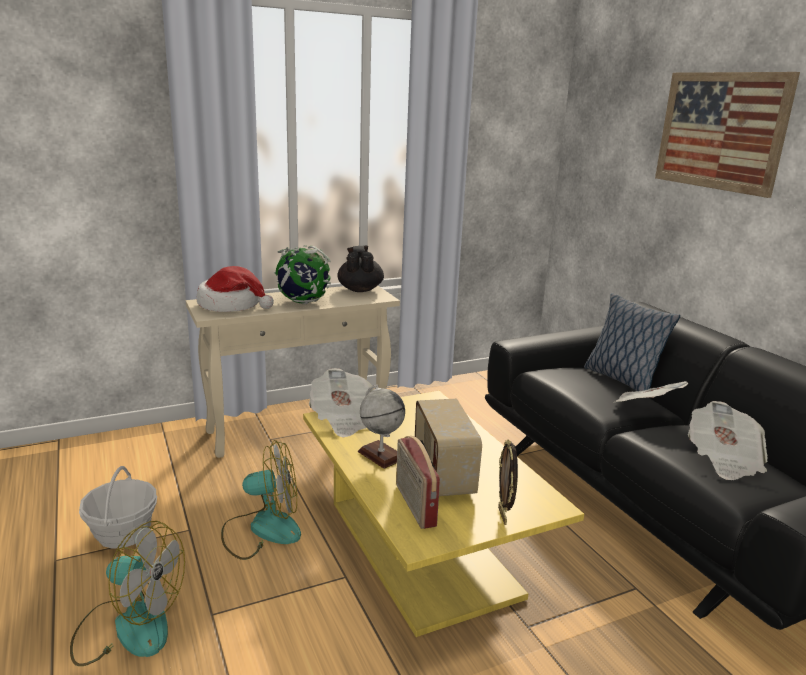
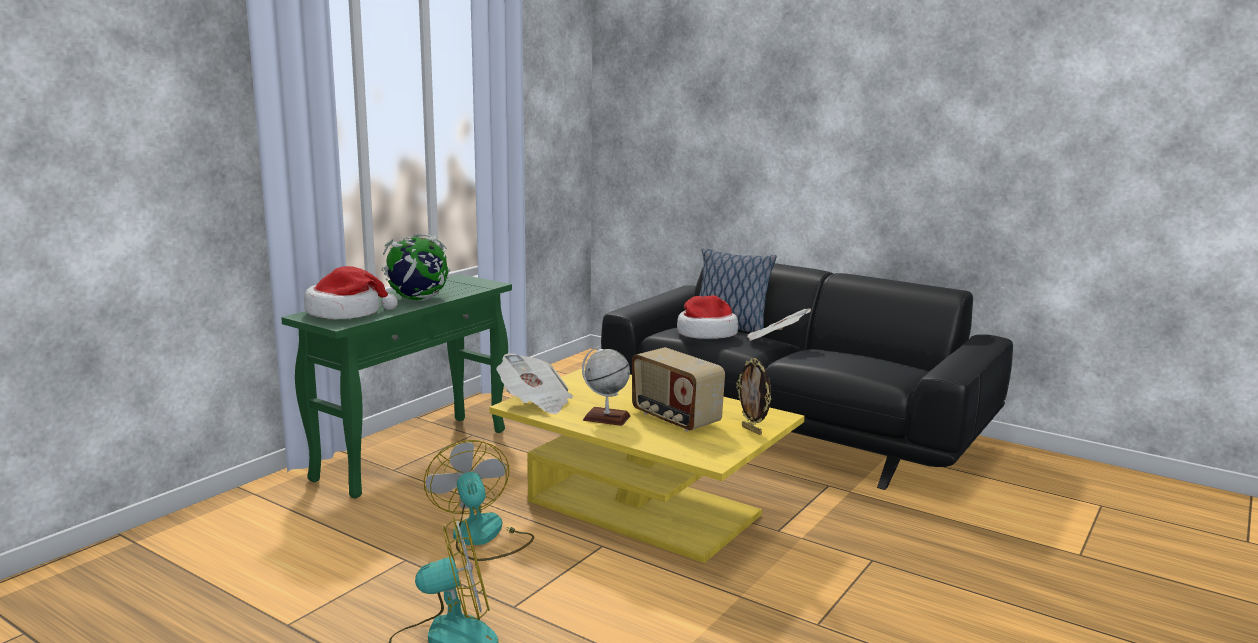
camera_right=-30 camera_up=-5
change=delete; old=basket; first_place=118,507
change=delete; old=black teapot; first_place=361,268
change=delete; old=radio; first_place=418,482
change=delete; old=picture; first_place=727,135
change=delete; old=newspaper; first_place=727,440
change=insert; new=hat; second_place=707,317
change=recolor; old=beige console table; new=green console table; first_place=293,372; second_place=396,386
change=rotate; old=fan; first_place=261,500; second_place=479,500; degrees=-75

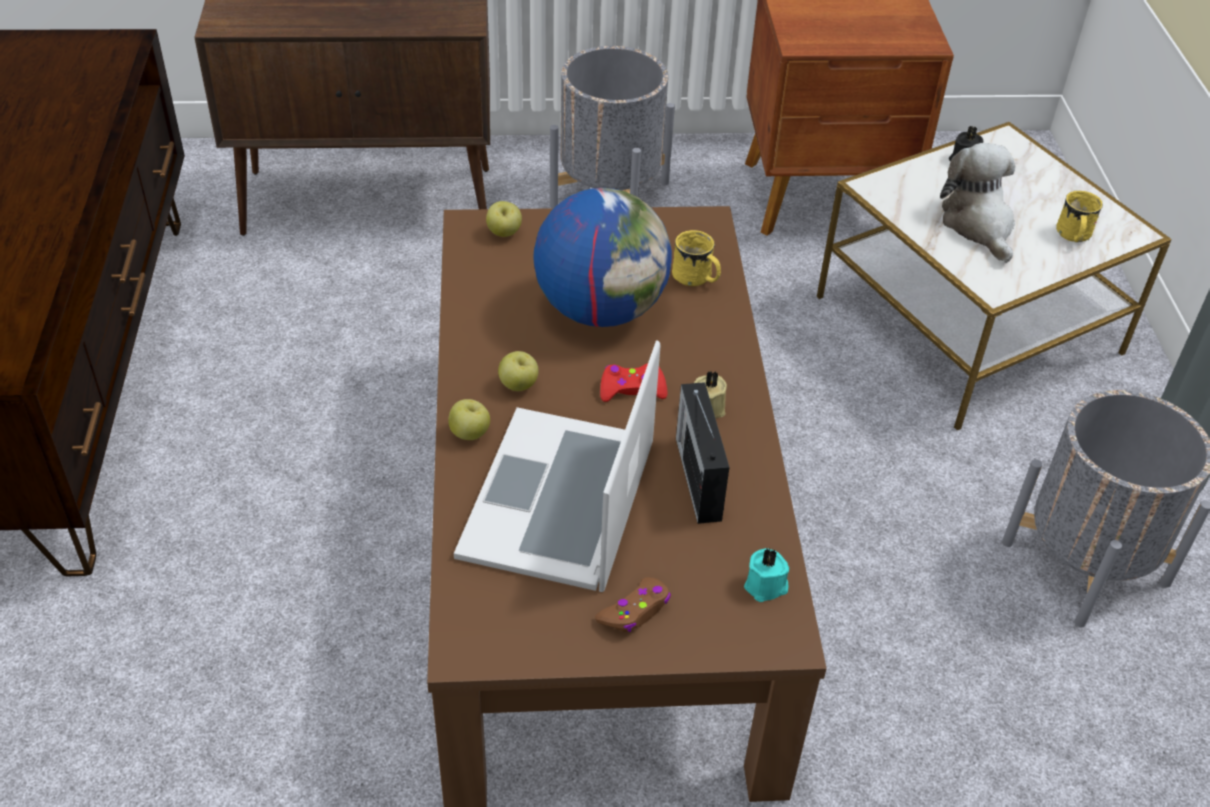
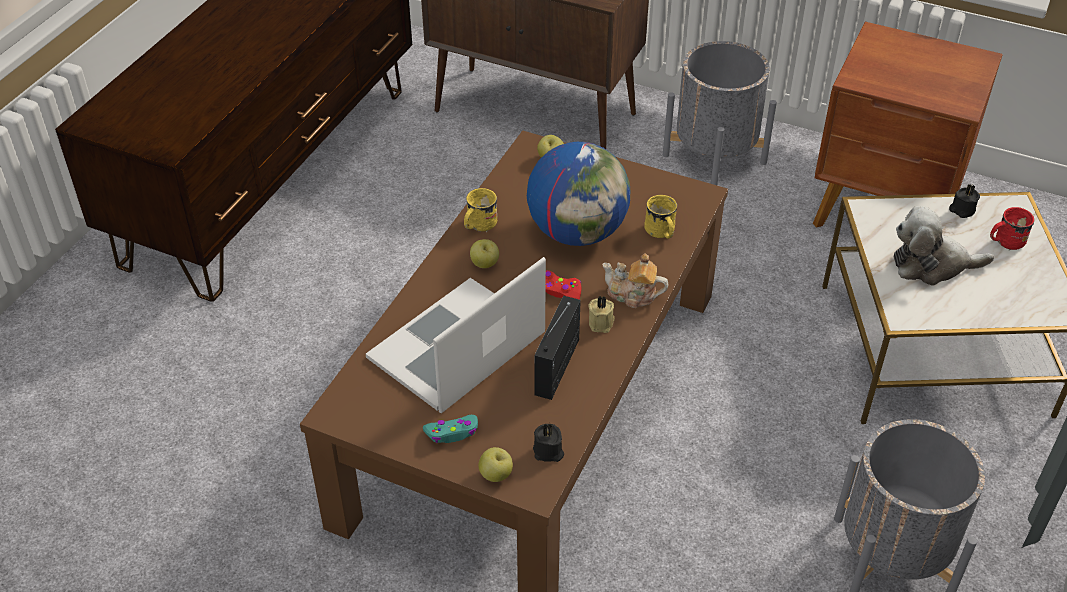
camera_right=30 camera_up=0
change=insert; new=teapot; second_place=635,280
change=insert; new=red mug; second_place=1012,228
change=move; old=apple; first_place=469,419; second_place=496,464
change=move; old=yellow mug; first_place=1079,216; second_place=480,210
change=recolor; old=brown game controller; new=turquoise game controller; first_place=633,604; second_place=450,429
change=recolor; old=turquoise candle; new=black candle; first_place=766,575; second_place=548,442
change=rotate; old=plush toy; first_place=977,203; second_place=944,246; degrees=-105

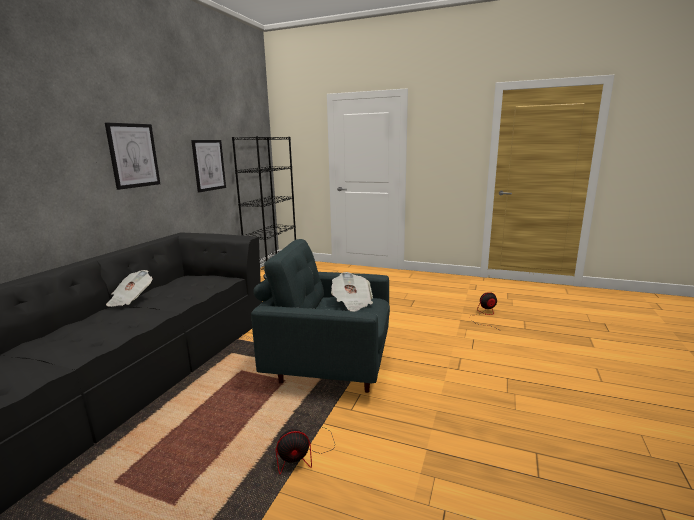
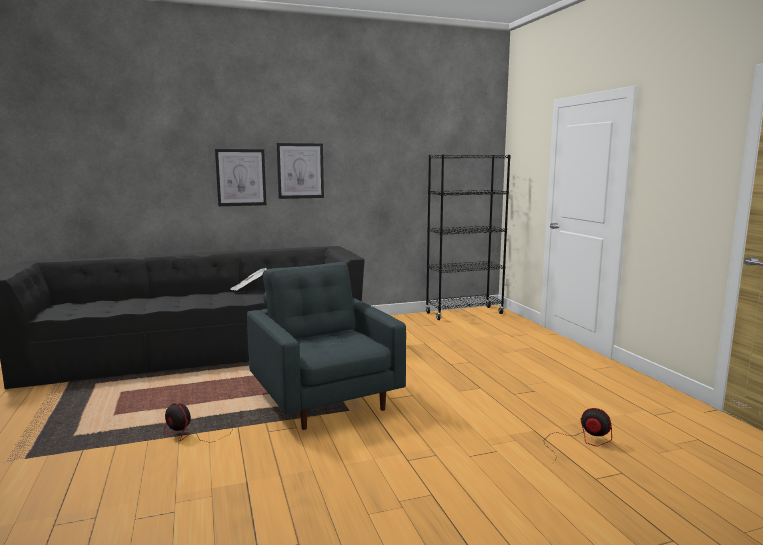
camera_right=50 camera_up=-5
change=delete; old=newspaper; first_place=352,291
change=move; old=picture; first_place=208,166; second_place=241,177

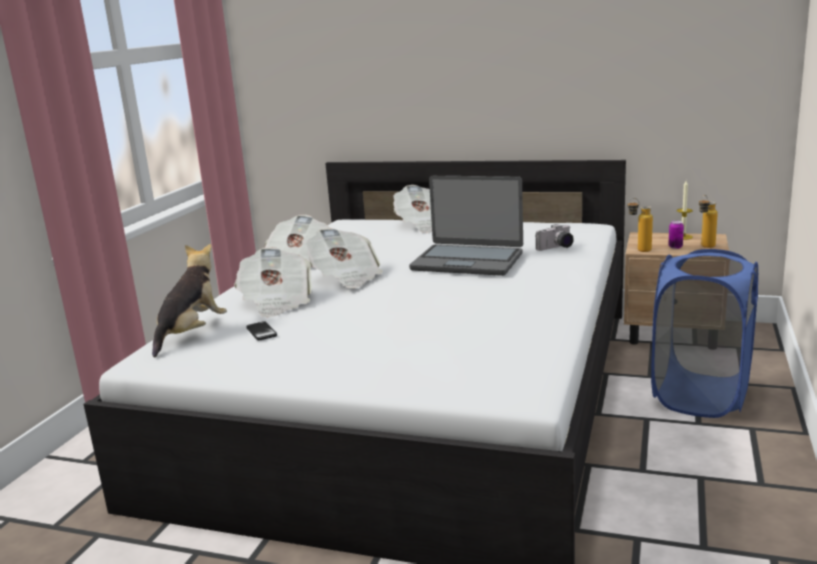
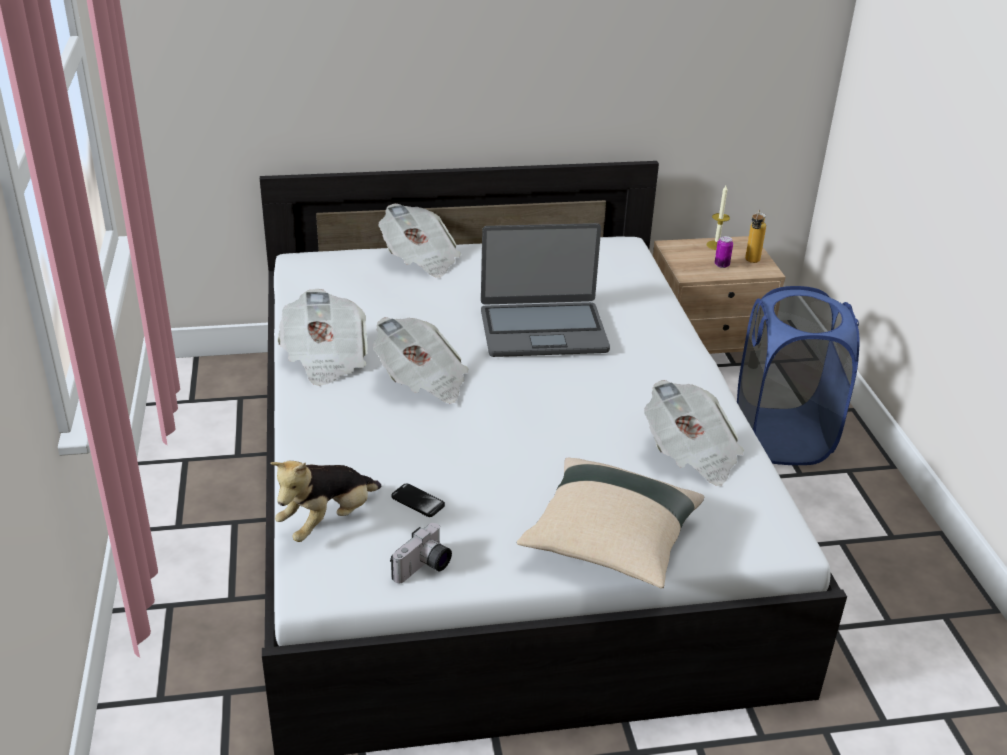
camera_right=-30 camera_up=15
change=delete; old=bottle; first_place=640,225
change=insert; new=beige pillow; second_place=610,523
change=move; old=newspaper; first_place=273,282; second_place=694,433
change=move; old=photo camera; first_place=554,237; second_place=421,553
change=rotate; old=plush toy; first_place=189,300; second_place=325,501; degrees=-135

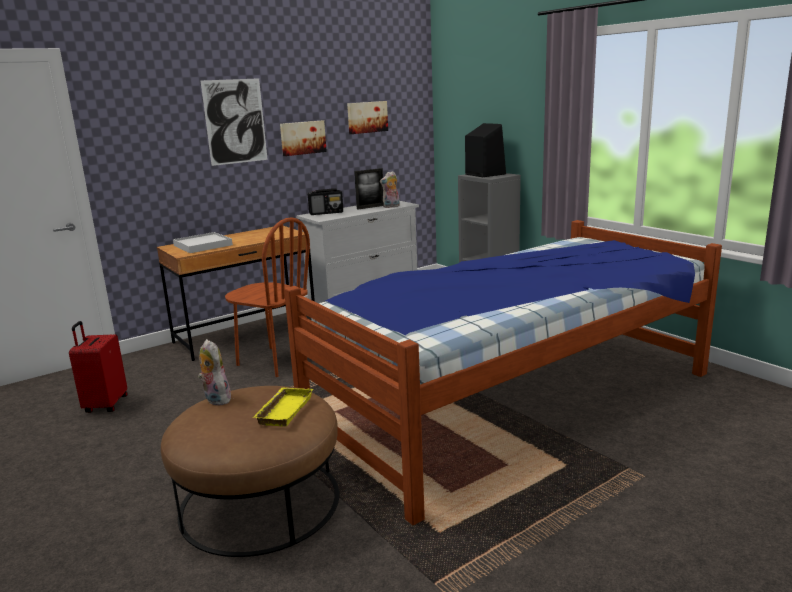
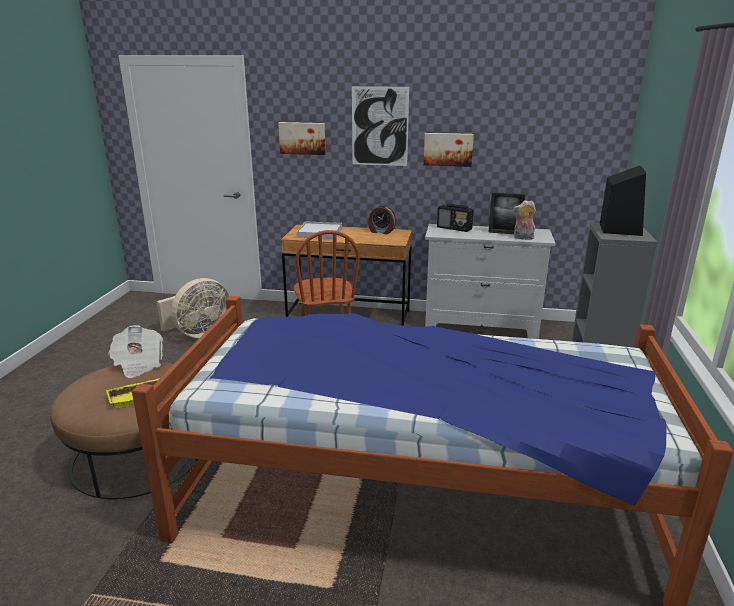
camera_right=45 camera_up=5
change=insert; new=alarm clock; second_place=382,219
change=move; old=picture; first_place=367,117; second_place=301,138
change=replace; old=red suitcase; new=beige fan; first_place=98,367; second_place=193,308
change=replace; old=plush toy; new=newspaper; first_place=216,372; second_place=135,351

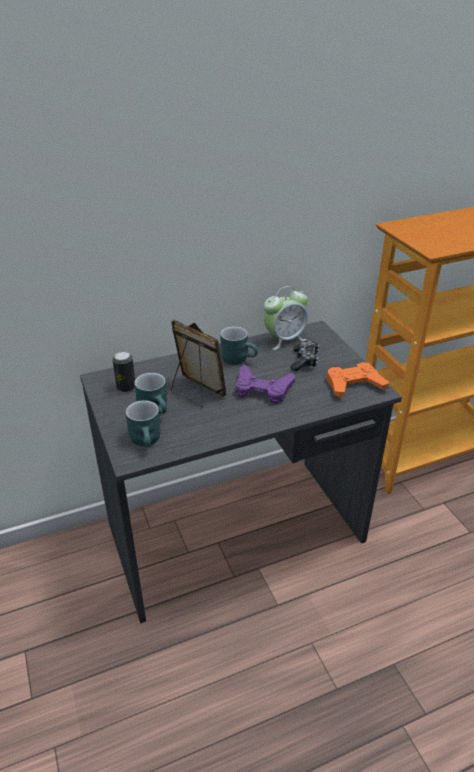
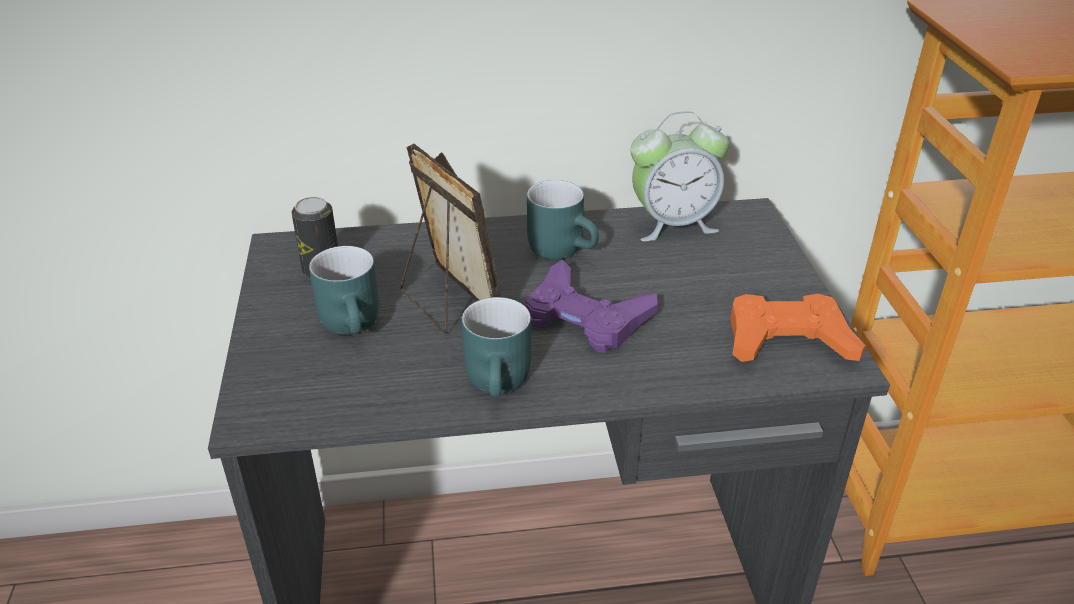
camera_right=15 camera_up=0
change=delete; old=game controller; first_place=304,355
change=move; old=turquoise mug; first_place=143,423; second_place=496,347

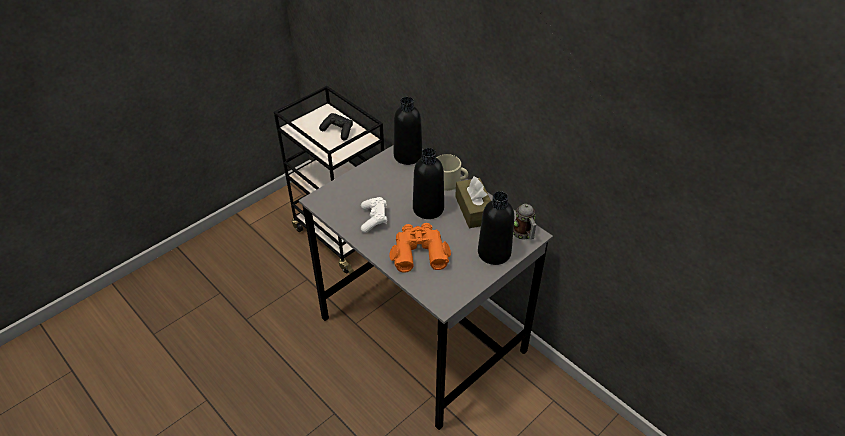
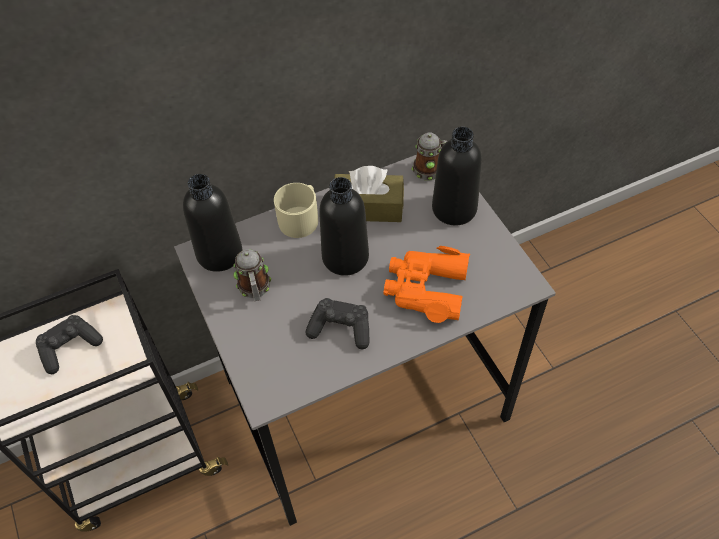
camera_right=-70 camera_up=10
change=insert; new=mug; second_place=252,275
change=recolor; old=white game controller; new=black game controller; first_place=374,215; second_place=337,323

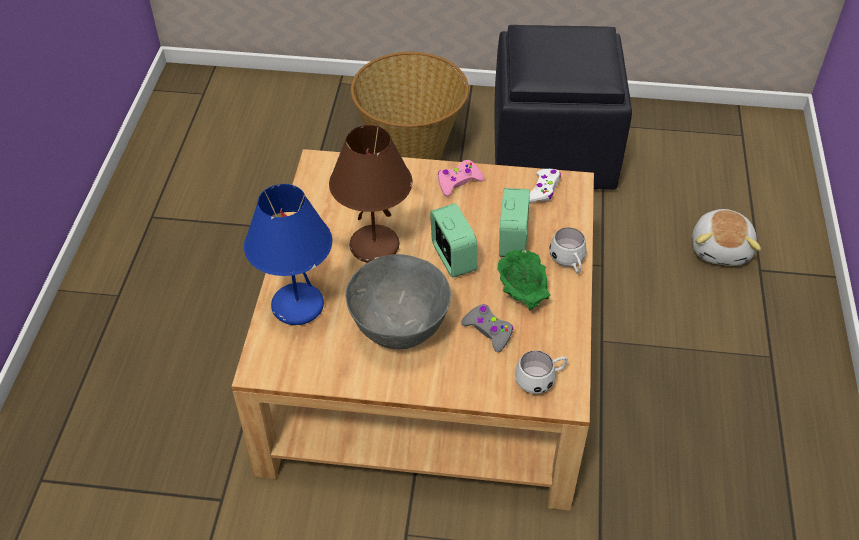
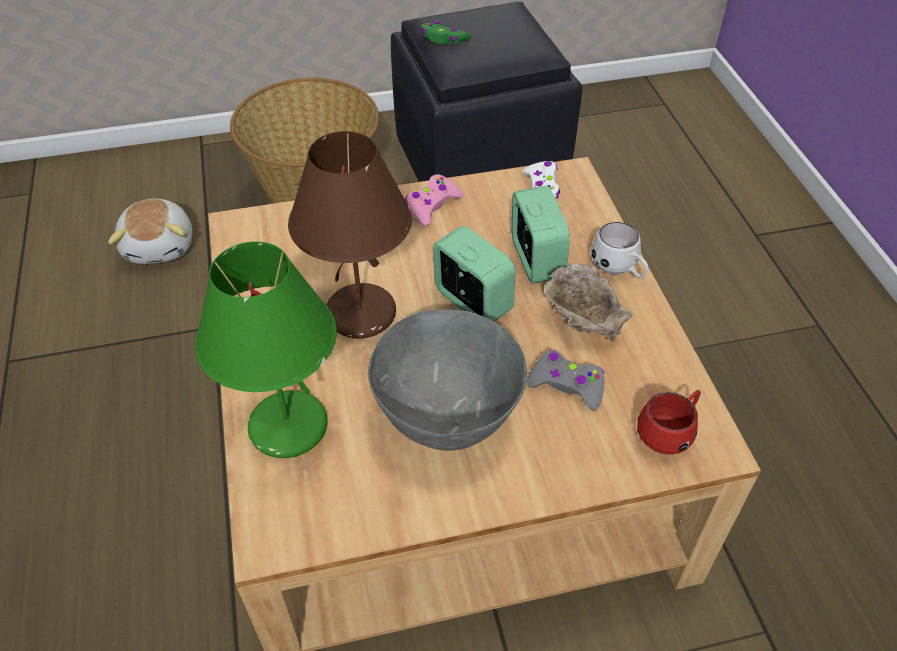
camera_right=-20 camera_up=0
change=insert; new=green game controller; second_place=445,33
change=move; old=plush toy; first_place=726,237; second_place=150,231
change=recolor; old=blue table lamp; new=green table lamp; first_place=288,254; second_place=266,349
change=recolor; old=green bowl; new=beige bowl; first_place=523,280; second_place=588,303
change=recolor; old=white mug; new=red mug; first_place=541,372; second_place=669,422

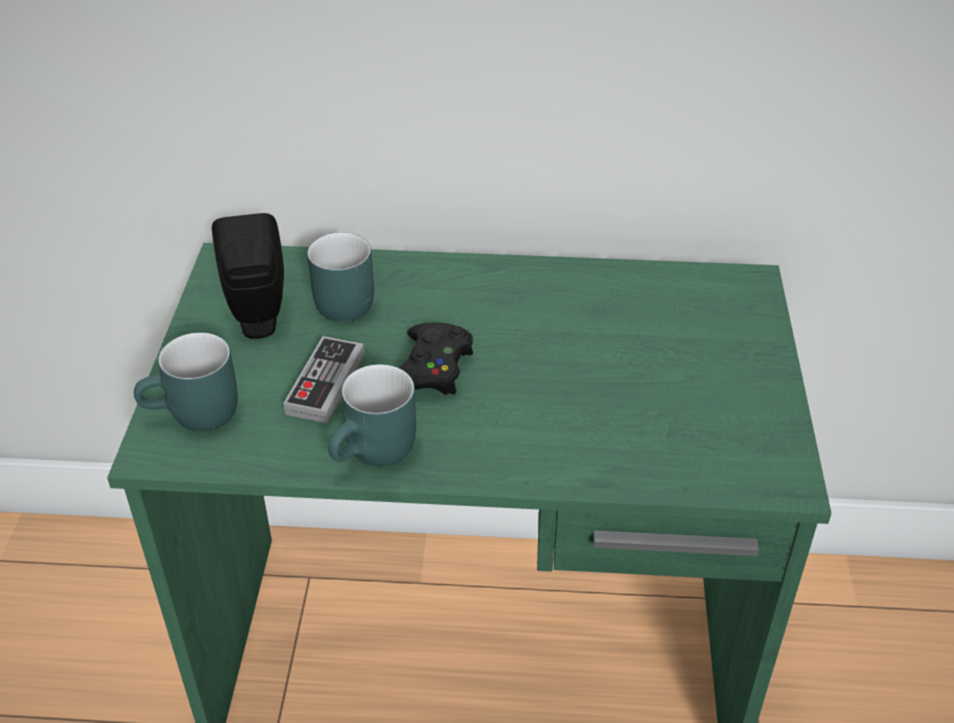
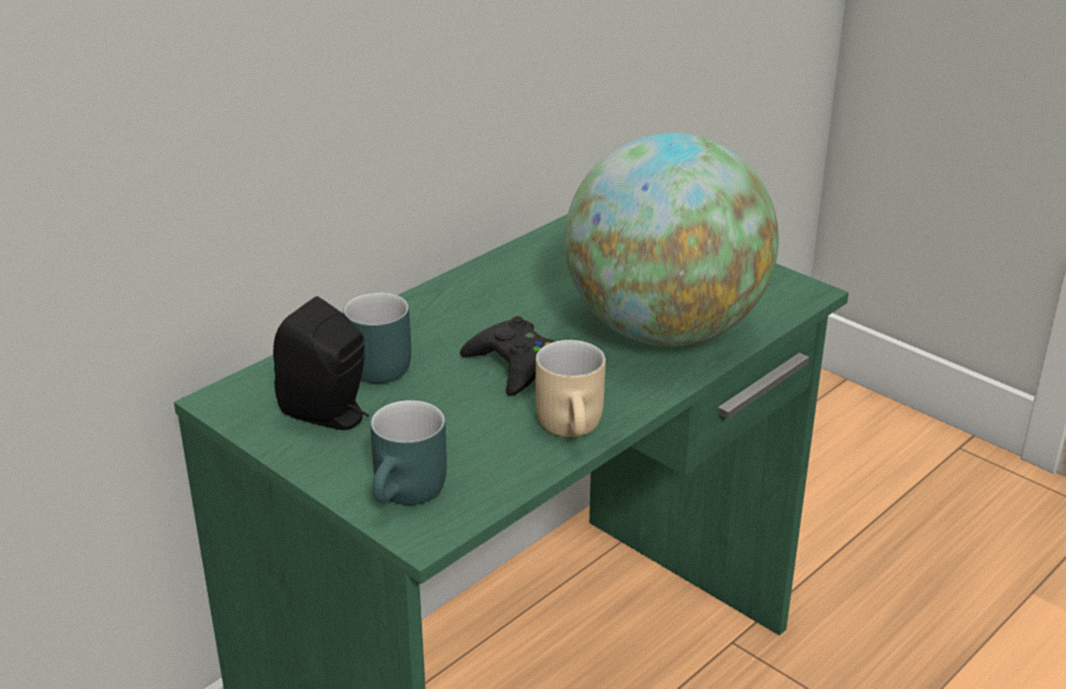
camera_right=-50 camera_up=-10
change=delete; old=game controller; first_place=323,379
change=insert; new=globe; second_place=672,239
change=recolor; old=turquoise mug; new=beige mug; first_place=372,415; second_place=571,388

